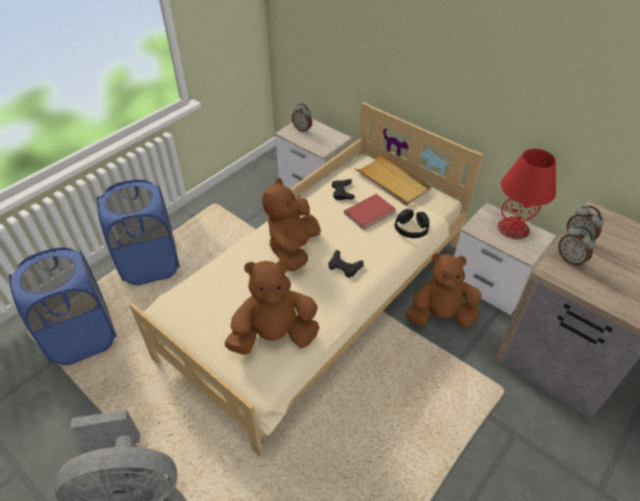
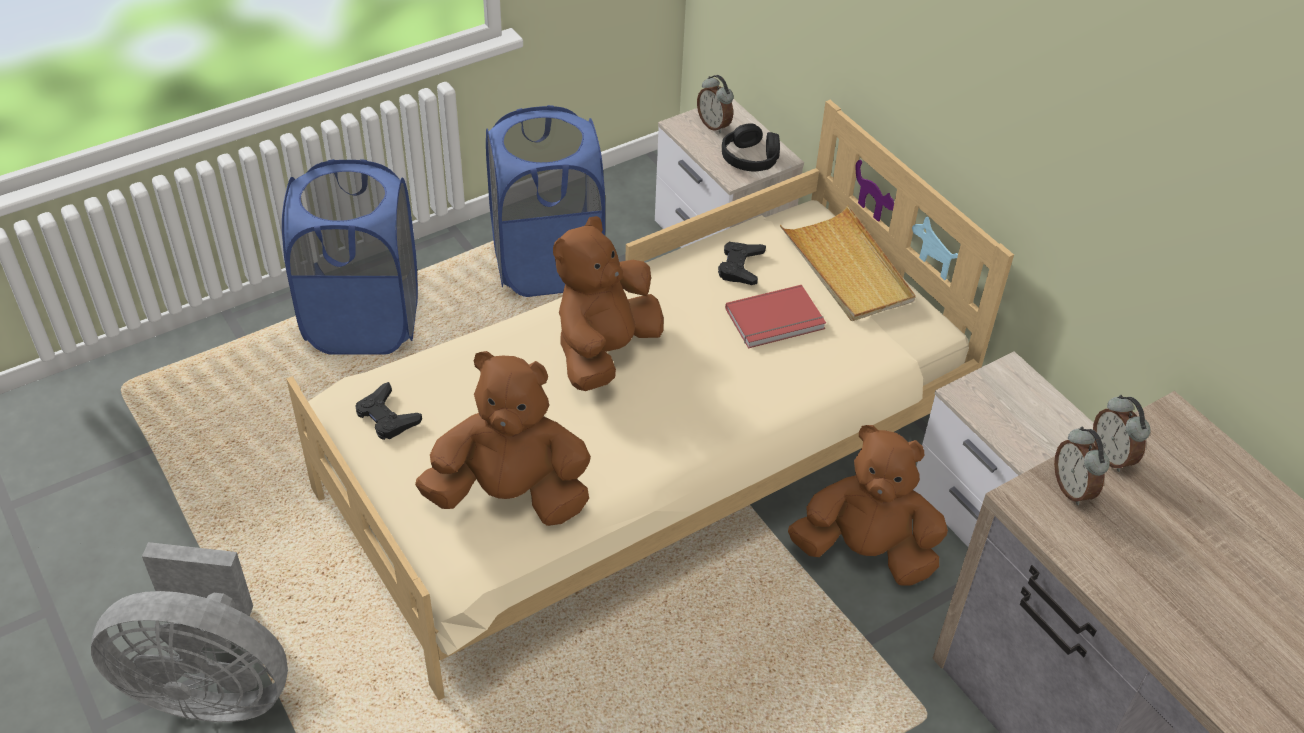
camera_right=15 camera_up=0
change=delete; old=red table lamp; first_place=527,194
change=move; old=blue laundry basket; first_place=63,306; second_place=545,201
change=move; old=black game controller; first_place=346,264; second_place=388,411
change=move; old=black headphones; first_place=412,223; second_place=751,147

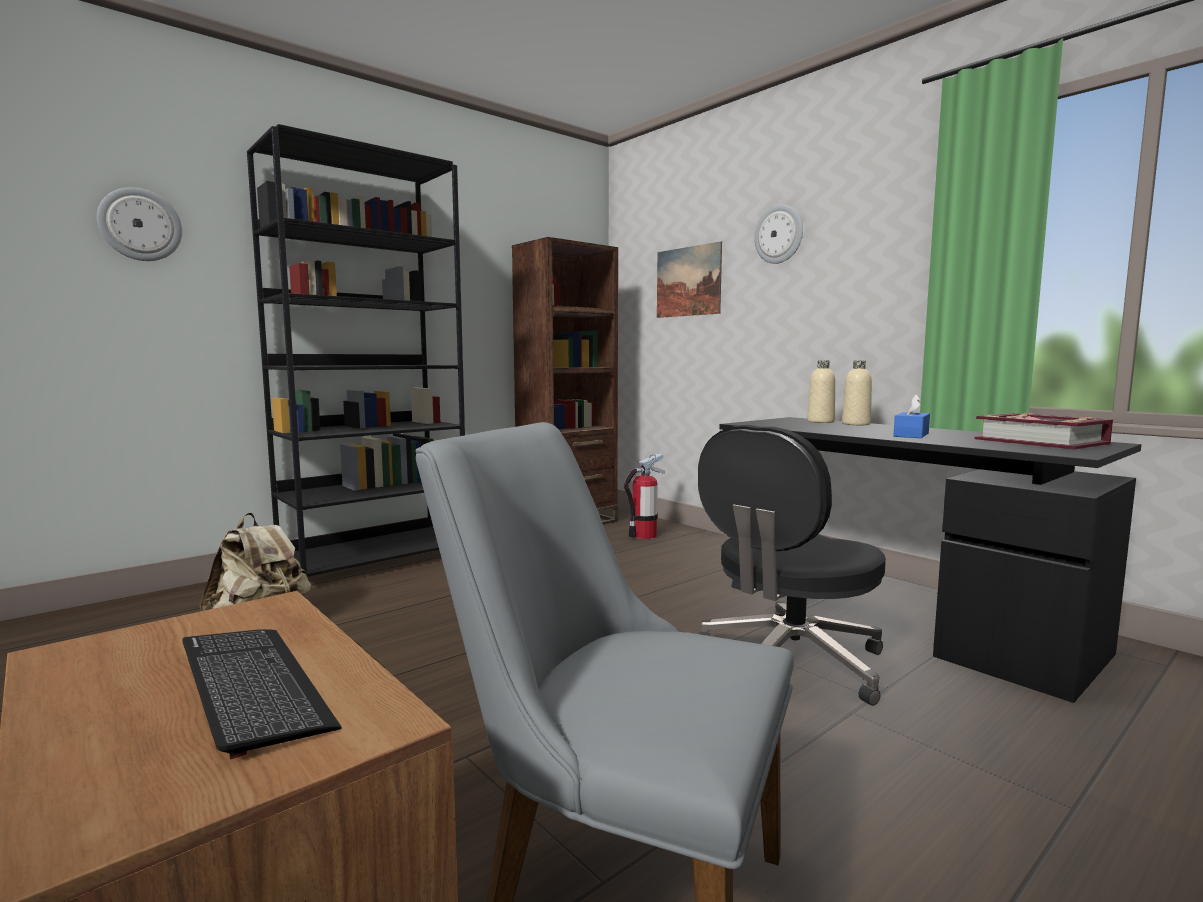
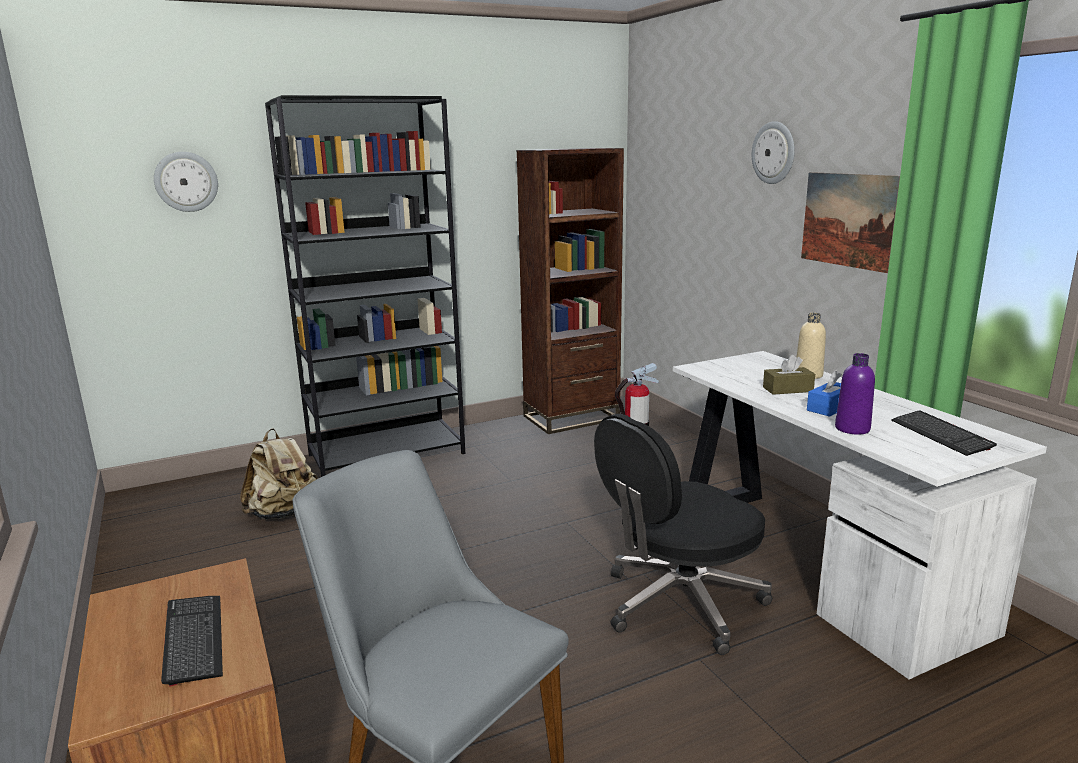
camera_right=15 camera_up=10
change=delete; old=beige bottle; first_place=821,391
change=insert; new=brown tissue box; second_place=789,375
change=insert; new=purple bottle; second_place=855,394
change=move; old=picture; first_place=689,279; second_place=850,222
change=replace; old=book; new=keyboard; first_place=1044,431; second_place=944,433
change=recolor; old=black desk; new=white desk; first_place=930,560; second_place=860,515

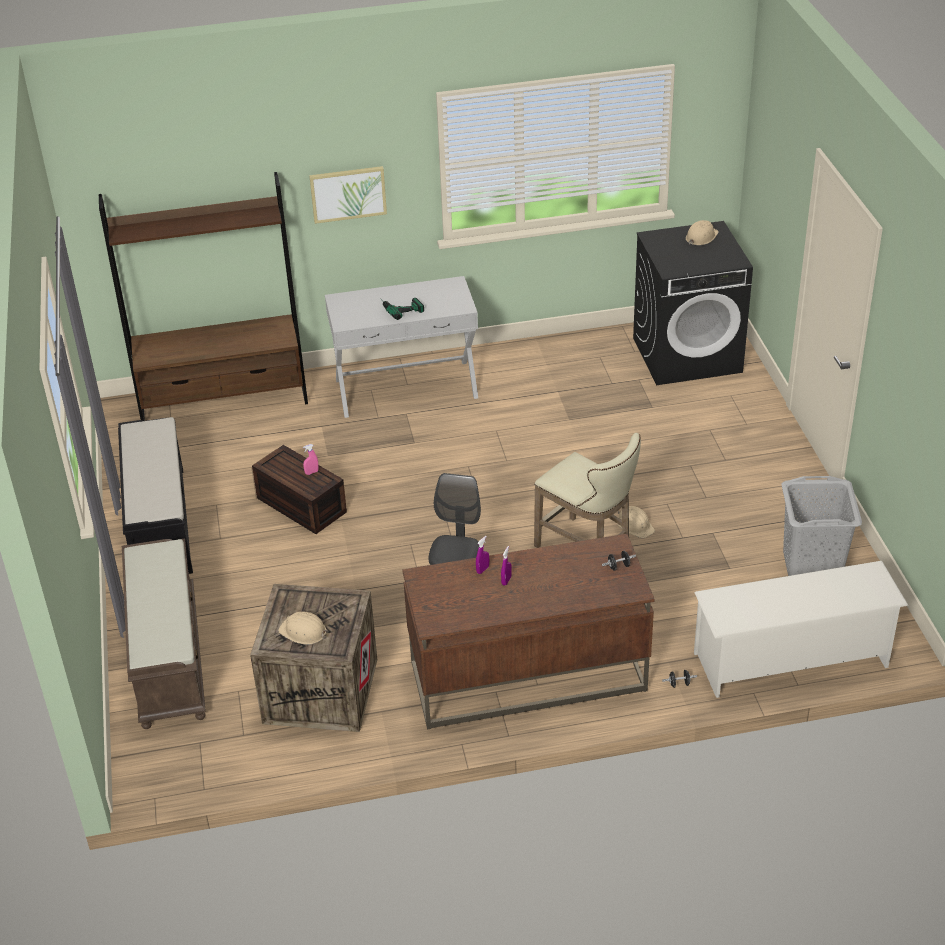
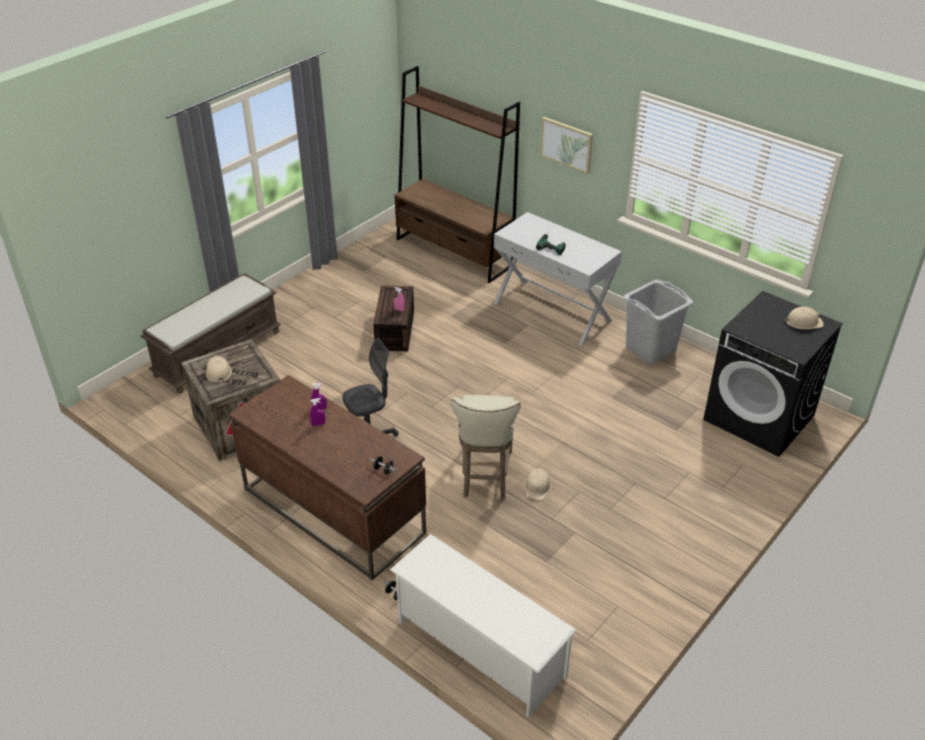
camera_right=50 camera_up=0
change=delete; old=black bench; first_place=155,495
change=move; old=grey laundry basket; first_place=821,526; second_place=658,322

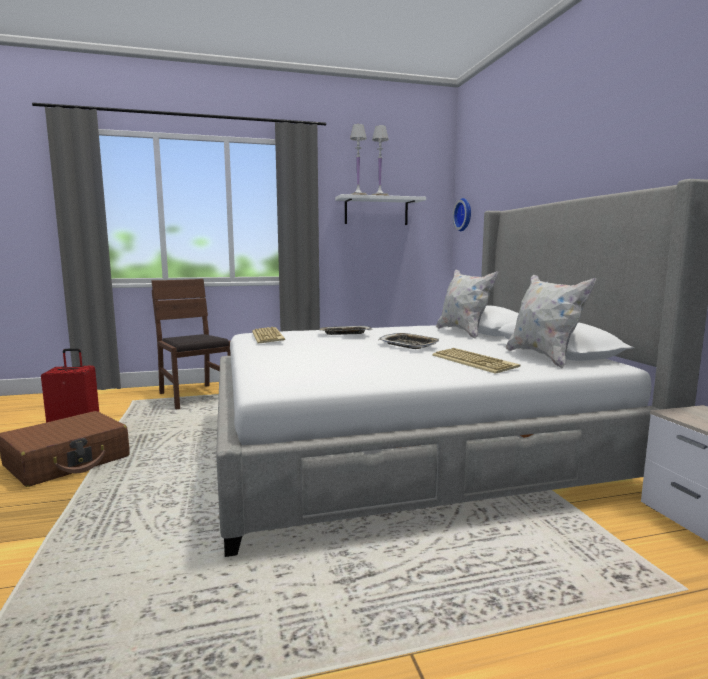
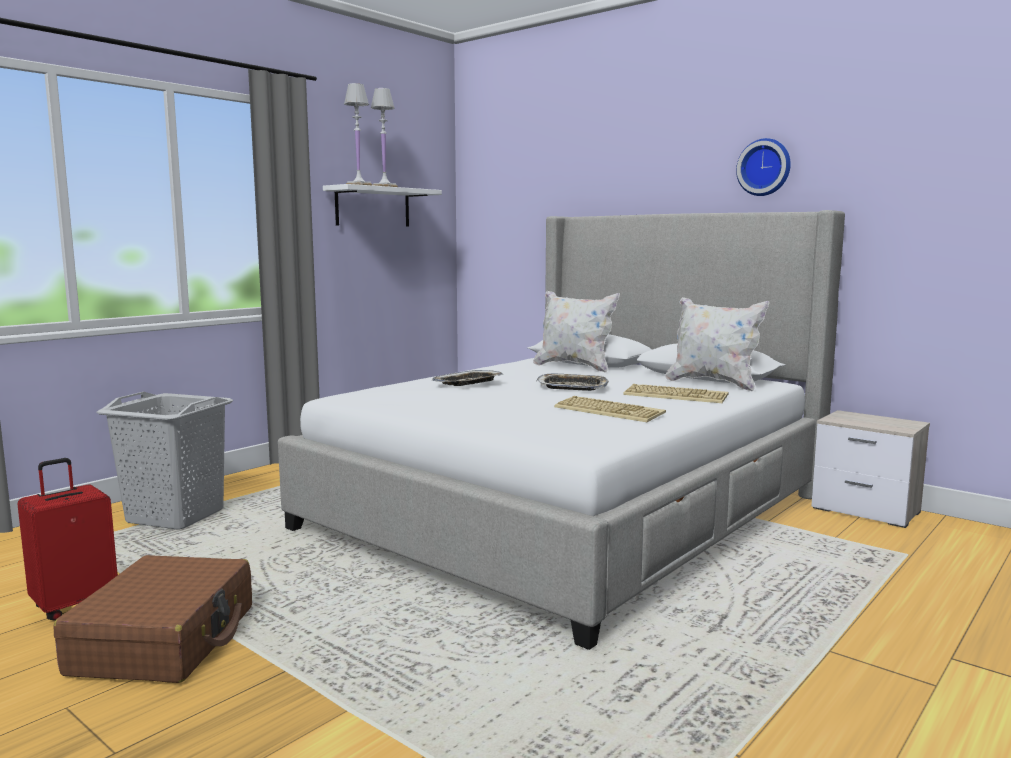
camera_right=-35 camera_up=0
change=move; old=keyboard; first_place=268,335; second_place=610,409
change=move; old=wall clock; first_place=462,214; second_place=763,167
change=replace; old=brown chair; new=grey laundry basket; first_place=191,344; second_place=165,461

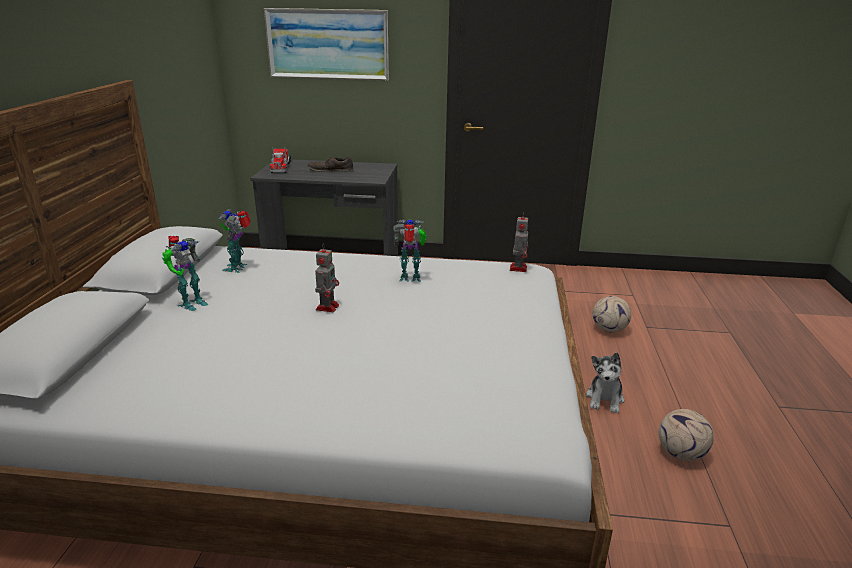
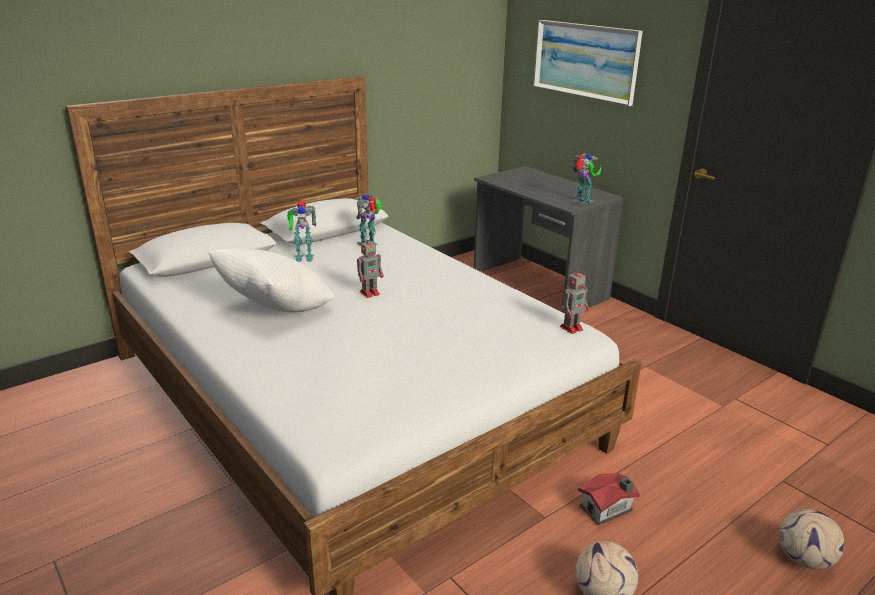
camera_right=45 camera_up=0
change=delete; old=toy truck; first_place=280,160
change=delete; old=brown shoe; first_place=330,164
change=insert; new=white pillow; second_place=271,280
change=move; old=toy robot; first_place=410,250; second_place=586,178
change=move; old=football; first_place=612,314; second_place=811,539
change=replace; old=plush toy; new=toy house; first_place=605,382; second_place=609,499

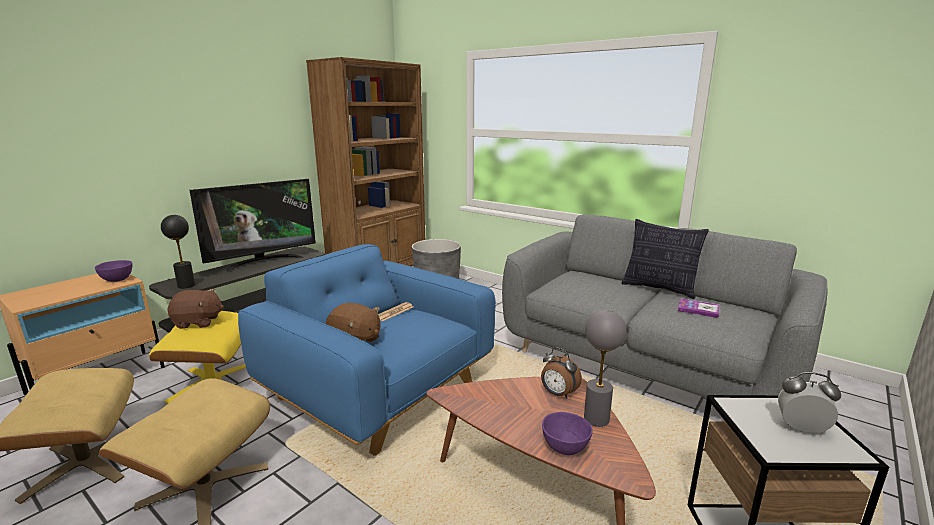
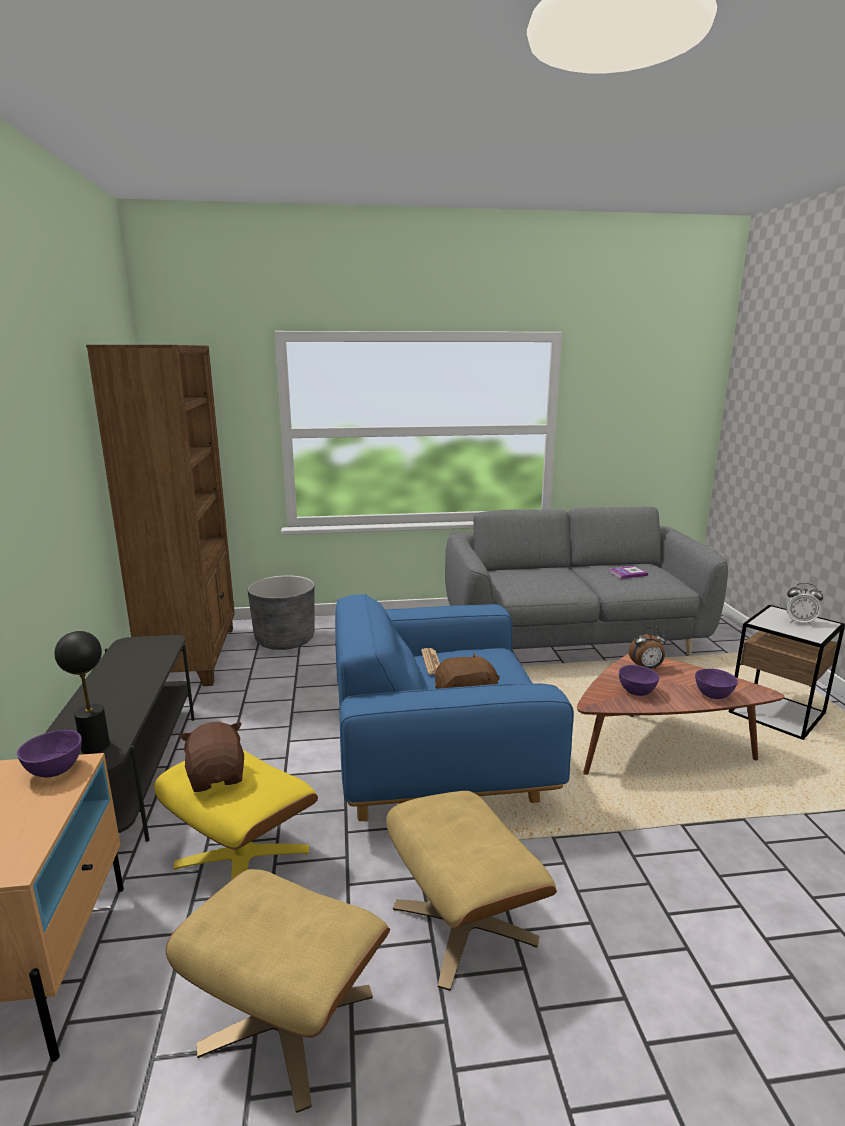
camera_right=-45 camera_up=0
change=delete; old=television; first_place=252,225
change=delete; old=grey table lamp; first_place=605,368
change=delete; old=pillow; first_place=665,259
change=insert; new=purple bowl; second_place=639,680
change=rotate; old=brown plush toy; first_place=195,308; second_place=211,757; degrees=-60
change=rotate; old=alarm clock; first_place=809,403; second_place=804,604; degrees=-135

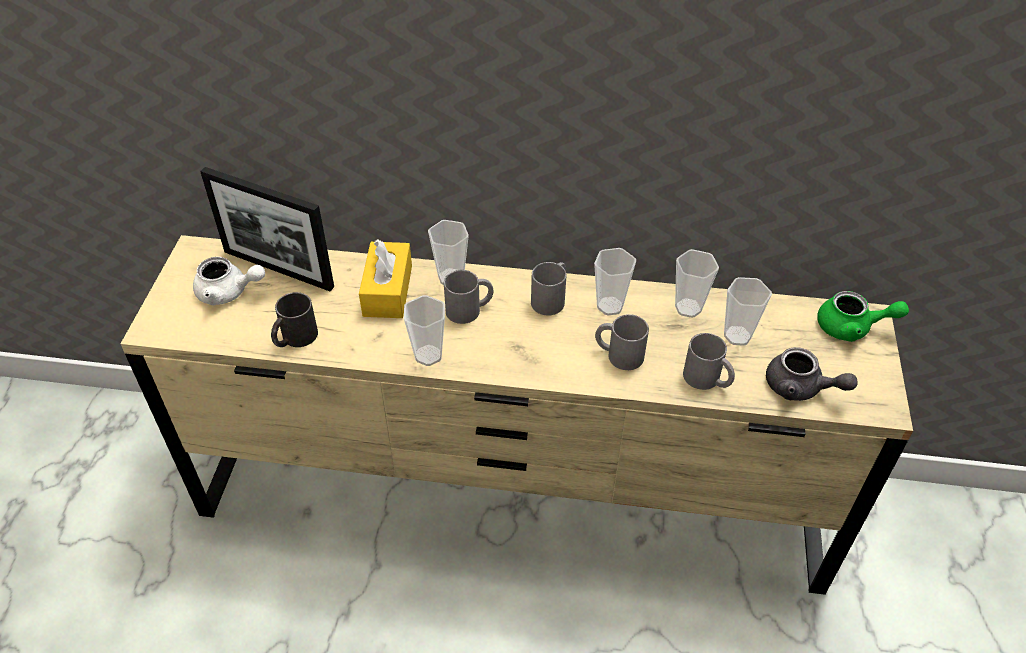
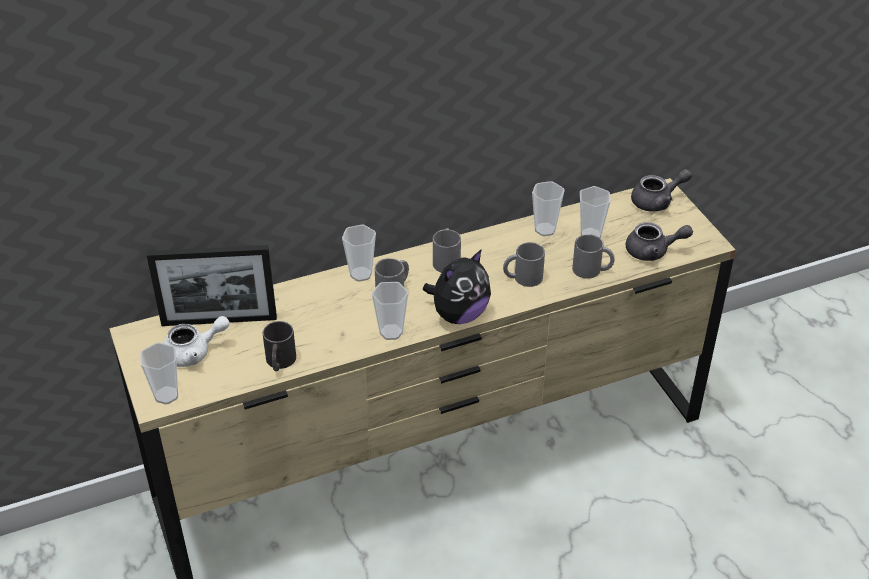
camera_right=-30 camera_up=-5
change=delete; old=yellow tissue box; first_place=385,278
change=insert; new=plush toy; second_place=457,286
change=move; old=cup; first_place=615,282; second_place=159,373
change=recolor; old=green teapot; new=grey teapot; first_place=863,316; second_place=661,190

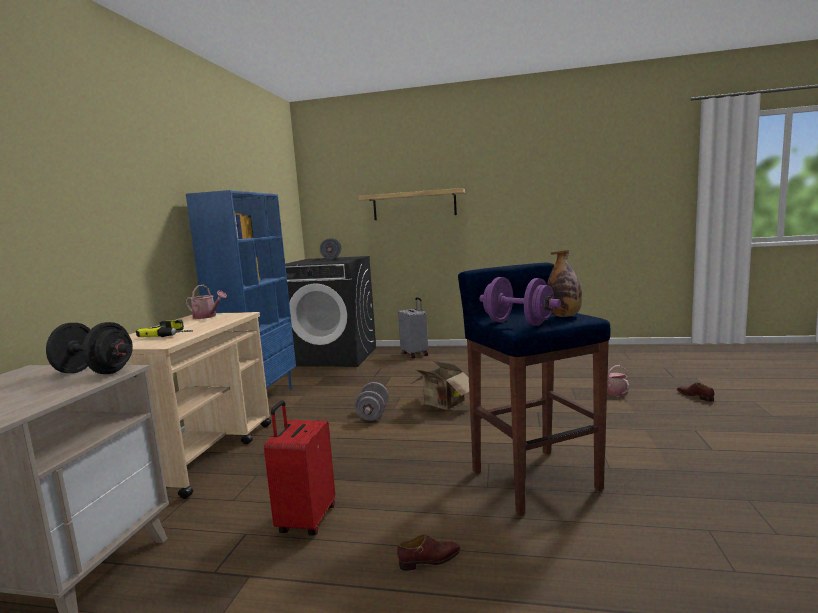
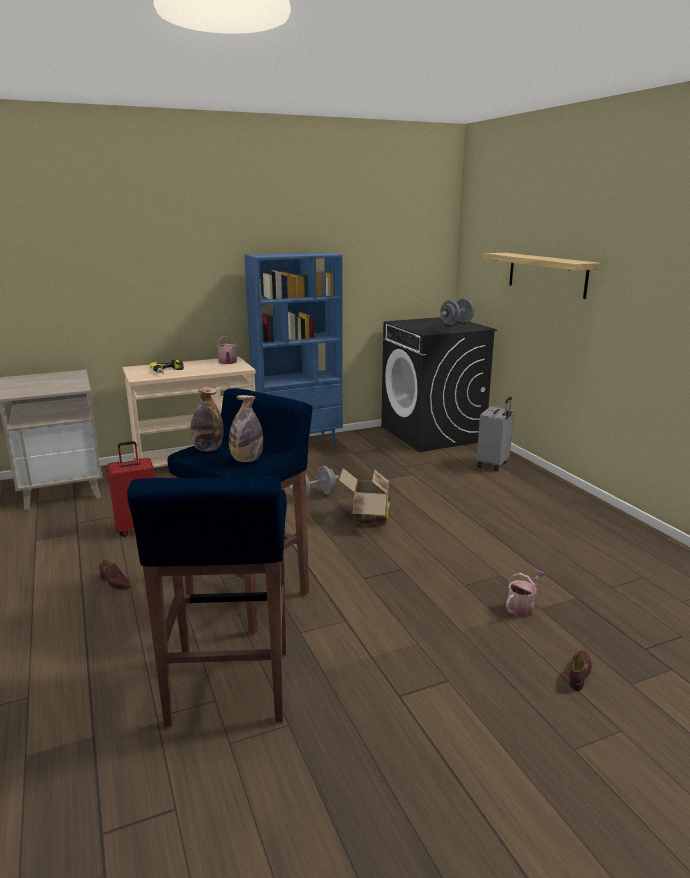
camera_right=55 camera_up=10
change=delete; old=black dumbbell; first_place=89,348
change=insert; new=blue stool; second_place=207,601
change=replace; old=purple dumbbell; new=bottle; first_place=520,301; second_place=207,419

